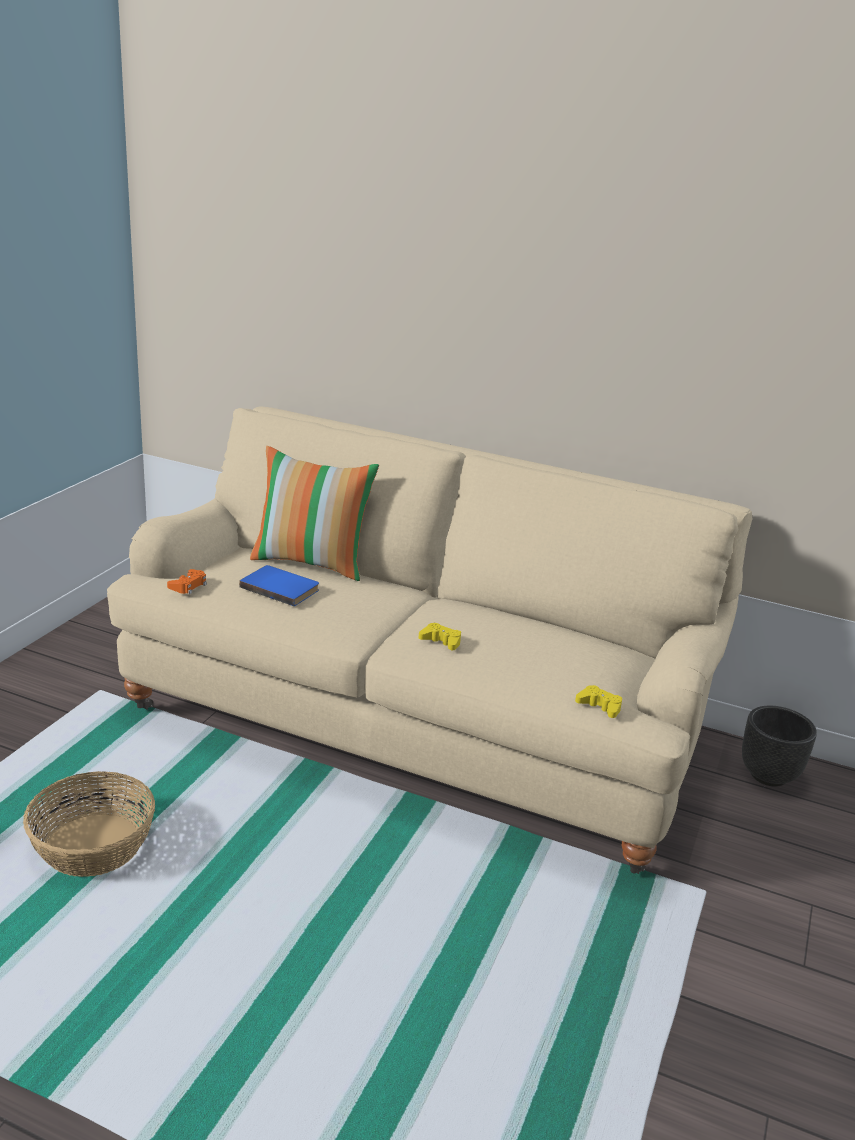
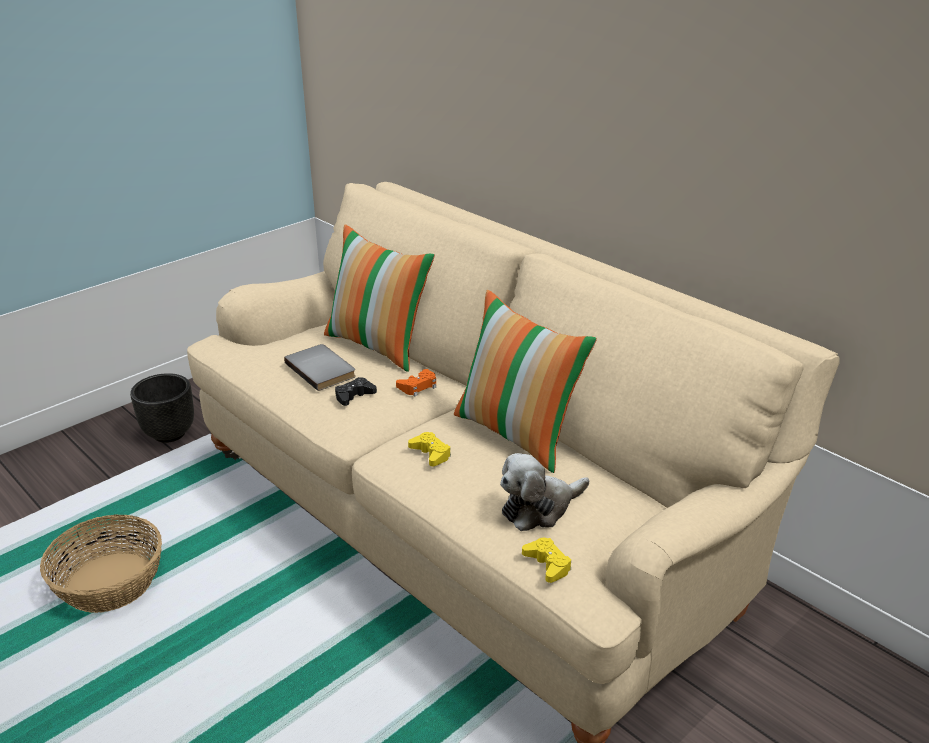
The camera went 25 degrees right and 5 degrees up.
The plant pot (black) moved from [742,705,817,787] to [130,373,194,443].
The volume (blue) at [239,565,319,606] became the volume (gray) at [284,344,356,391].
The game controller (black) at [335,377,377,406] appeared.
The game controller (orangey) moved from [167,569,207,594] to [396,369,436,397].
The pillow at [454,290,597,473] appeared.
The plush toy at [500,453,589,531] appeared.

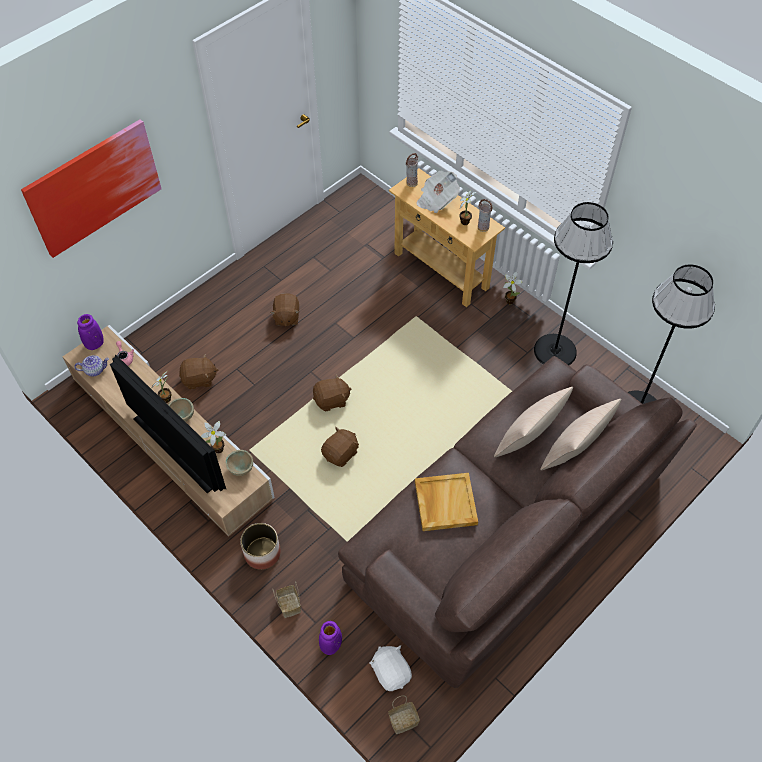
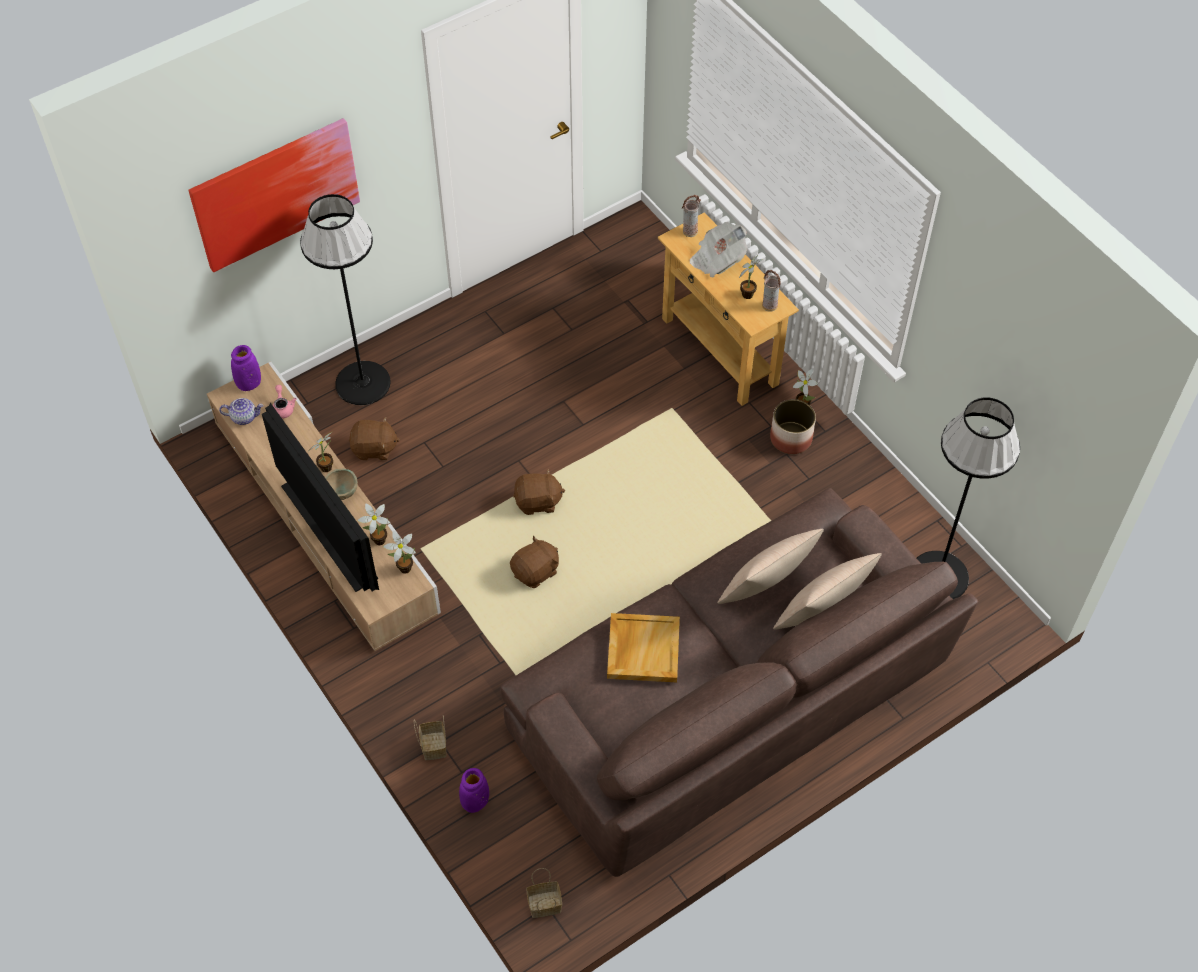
The camera went 10 degrees right and 0 degrees up.
The standard lamp (black) moved from [534,202,613,365] to [300,194,391,405].
The deep dish (beige) at [226,450,253,476] was replaced by the potted plant at [383,531,416,574].
The plant pot moved from [240,523,281,570] to [770,399,816,454].
The plush toy (brown) at [271,293,299,326] disappeared.
The plush toy (whitish) at [369,645,412,691] disappeared.

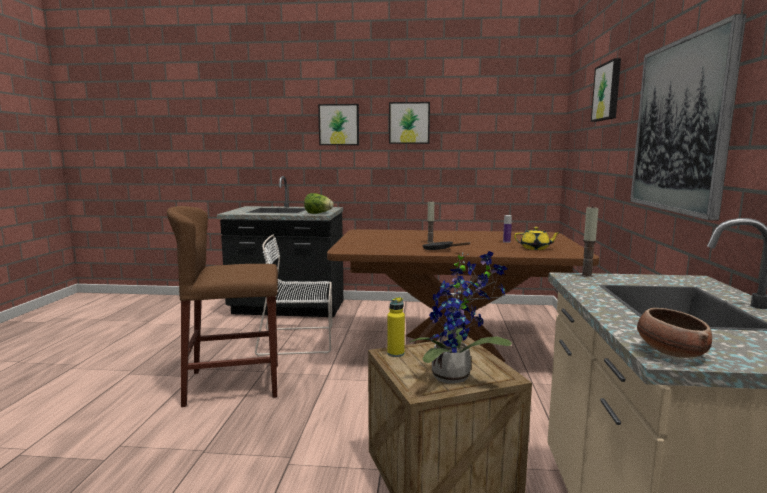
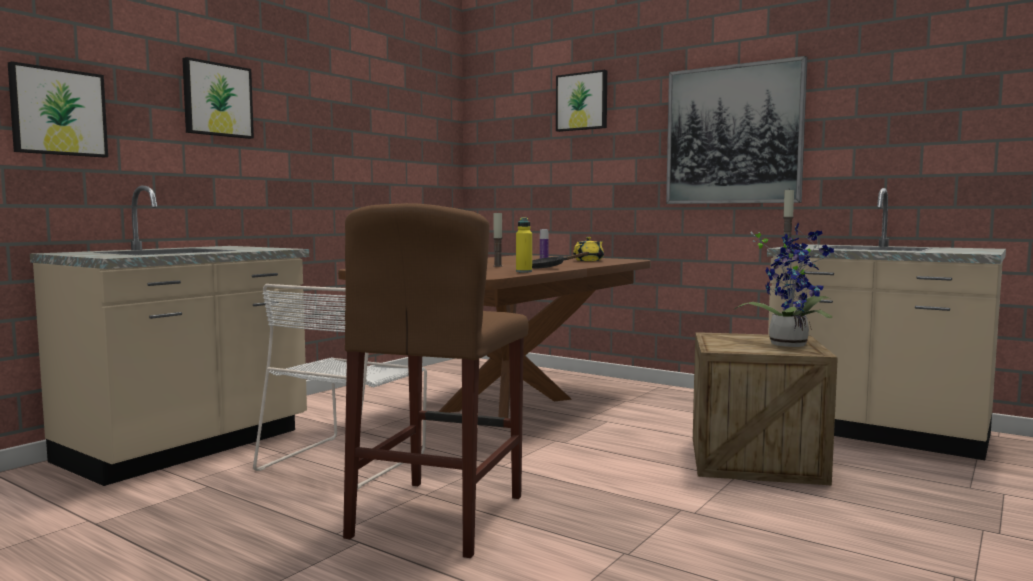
The camera went 60 degrees left and 5 degrees down.
The picture moved from [389,102,430,144] to [8,61,108,157].
The kitchen counter (black) at [217,176,343,317] became the kitchen counter (beige) at [30,186,309,486].
The drink bottle (yellowish) moved from [387,297,405,357] to [516,217,532,272].
The head of lettuce at [304,193,334,214] disappeared.
The deep dish at [637,308,712,358] disappeared.

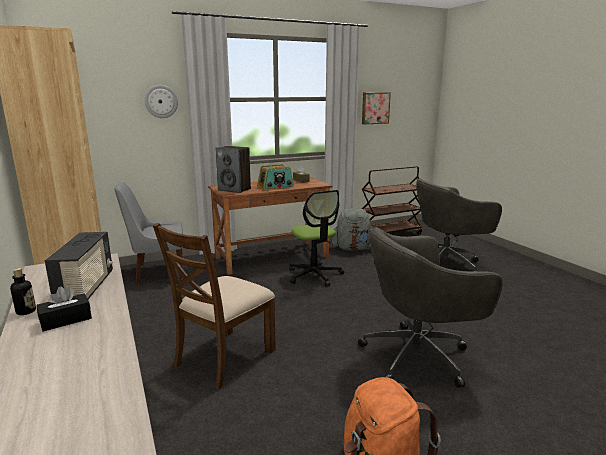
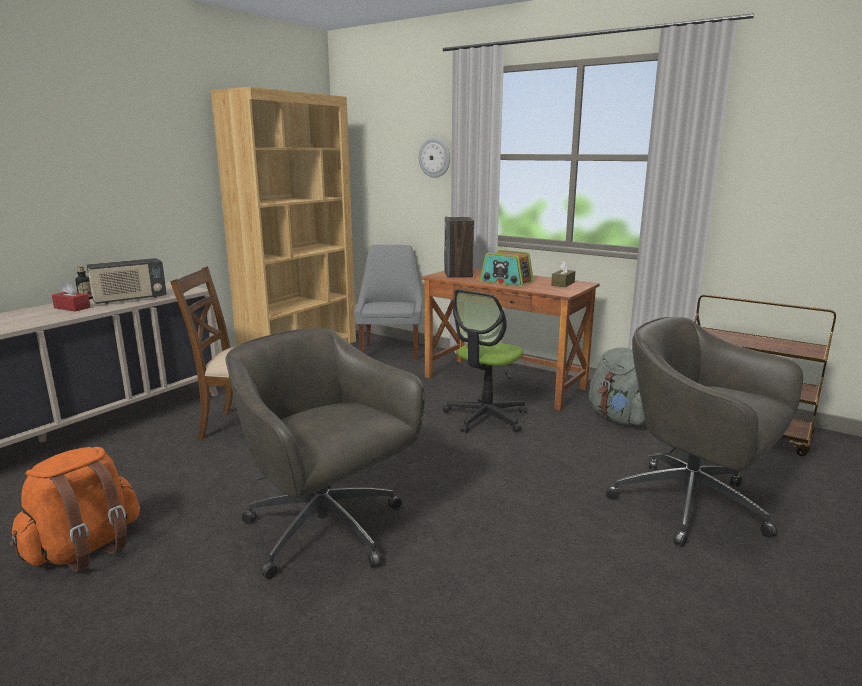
The camera went 60 degrees right and 0 degrees up.
The tissue box (black) at [36,287,92,332] became the tissue box (reddish) at [52,281,91,312].
The chair (gray) at [114,182,183,284] turned 45 degrees clockwise.
The picture at [362,92,391,124] disappeared.

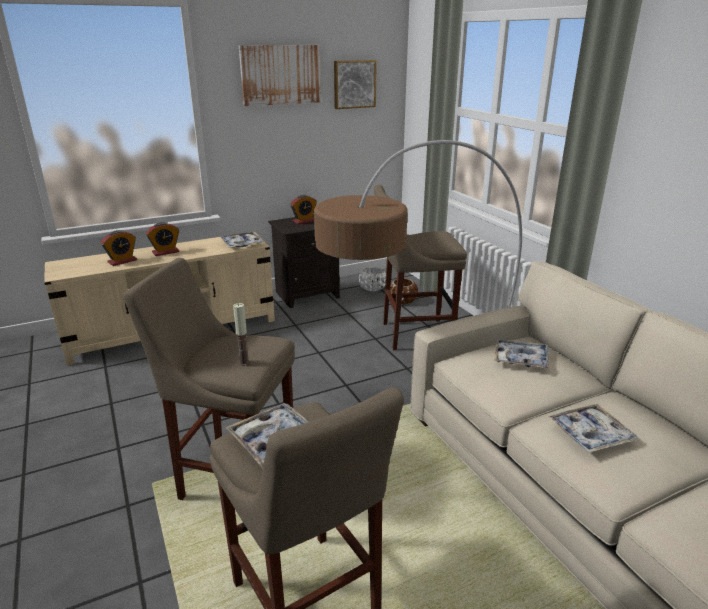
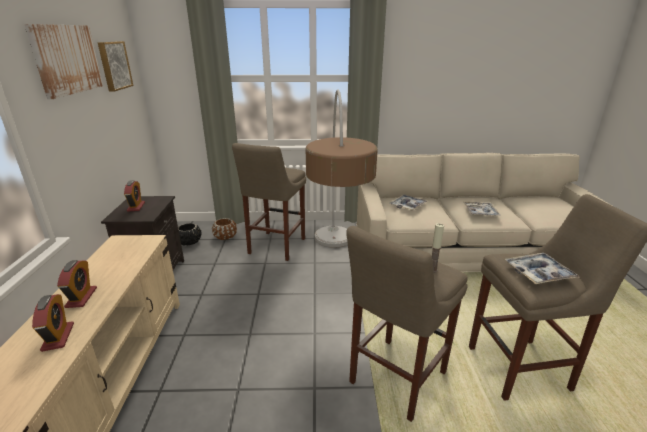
The camera went 65 degrees left and 0 degrees up.
The plant pot (whitish) at [359,267,386,291] became the plant pot (black) at [178,223,202,246].
The carrying tray at [221,232,264,247] disappeared.

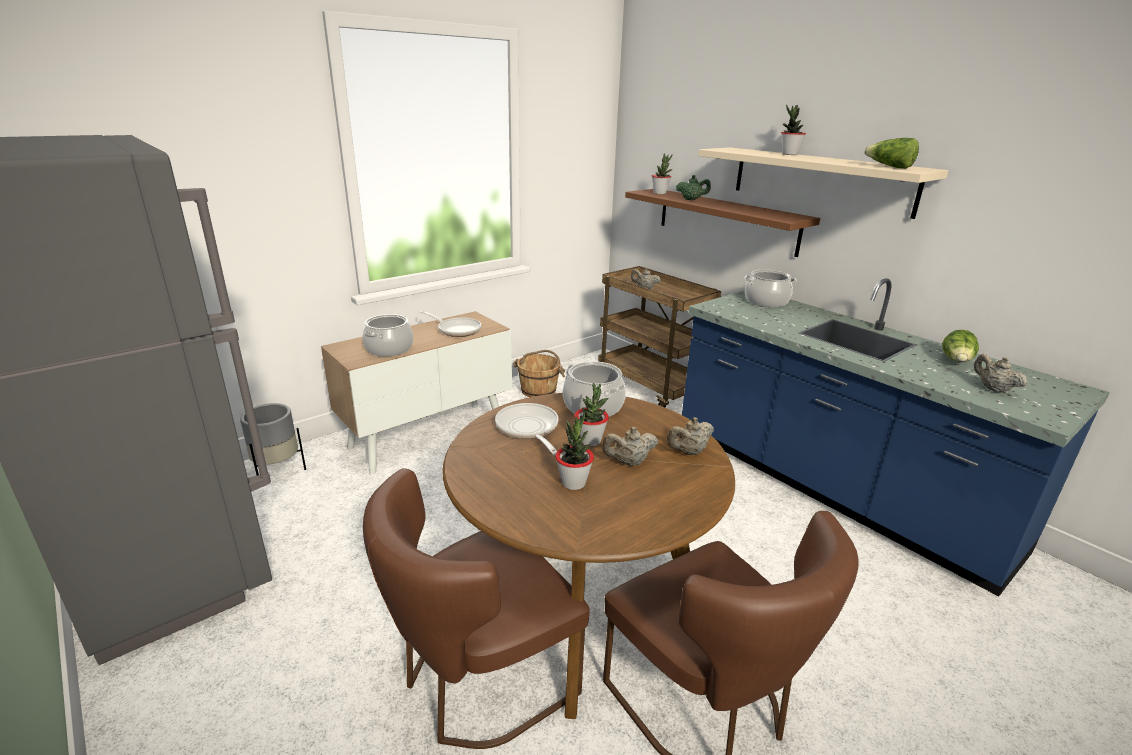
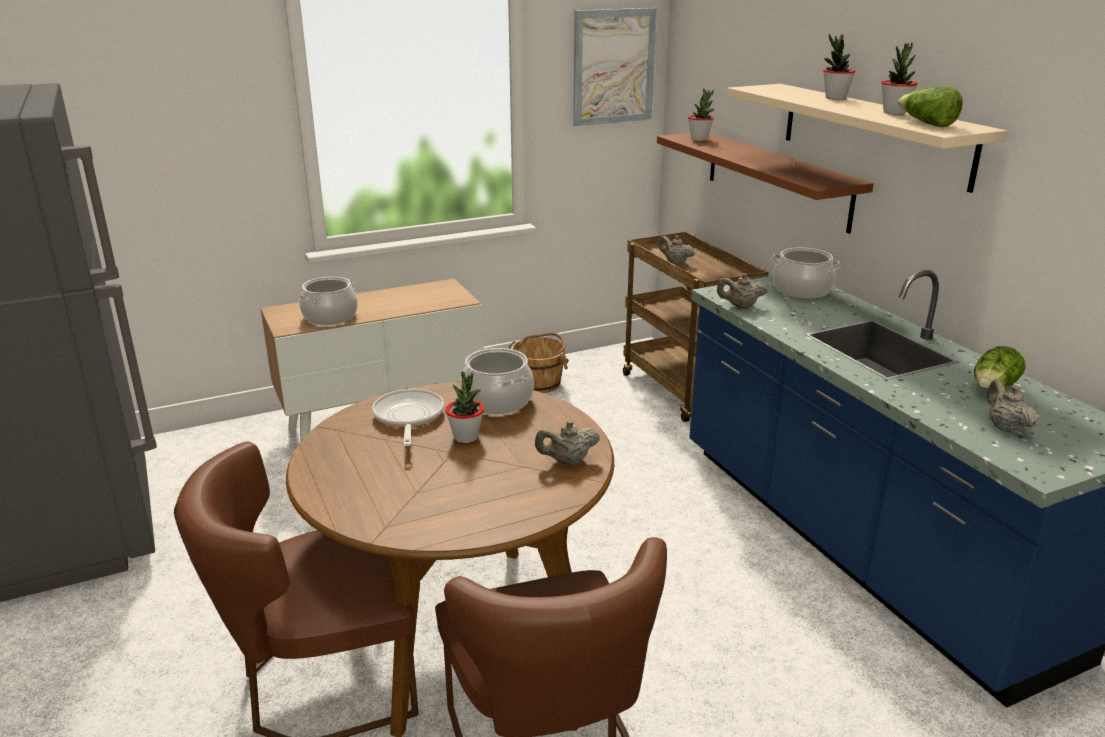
The camera went 15 degrees right and 0 degrees up.
The picture at [573,8,657,126] appeared.
The pot for tea (beige) moved from [602,427,658,466] to [717,273,768,309].
The potted plant moved from [555,412,594,490] to [881,42,917,115].
The plant pot (gray) at [240,403,306,475] disappeared.
The pan at [419,311,481,337] disappeared.
The pot for tea (greenish) at [676,175,711,200] disappeared.

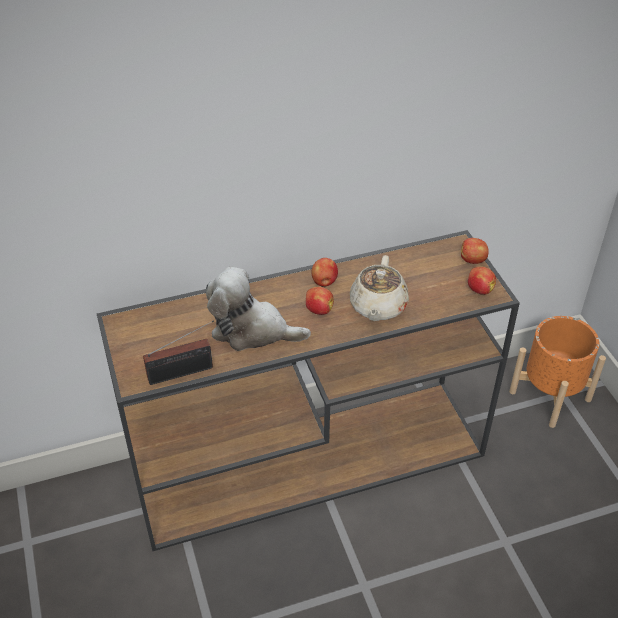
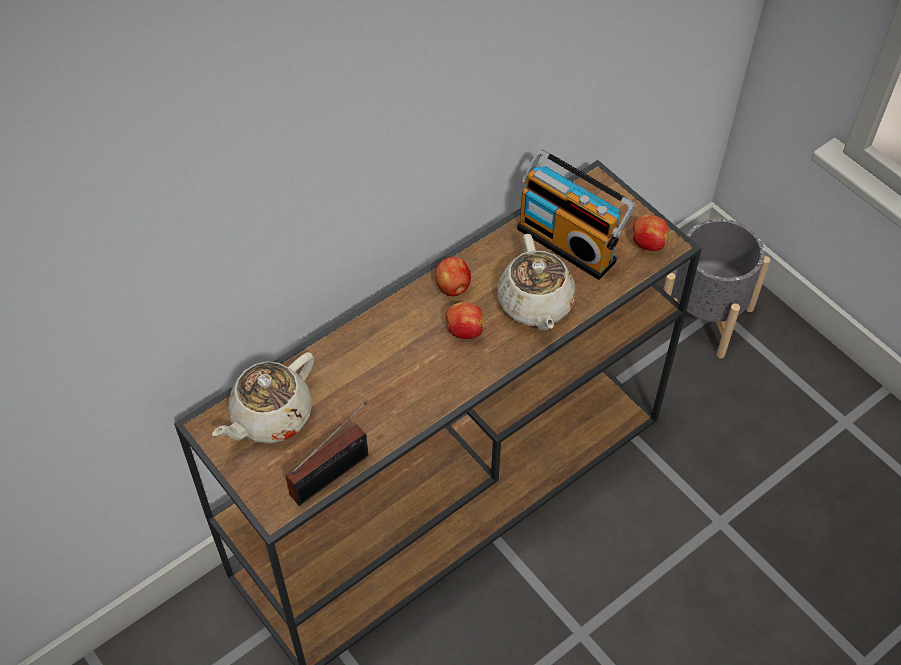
The camera went 20 degrees left and 10 degrees up.
The pot for tea (beige) at [212,352,314,443] appeared.
The radio receiver at [517,149,636,280] appeared.
The plant pot (orangey) at [509,316,606,428] became the plant pot (gray) at [663,219,770,359].
The plush toy at [206,267,311,351] disappeared.
The apple fruit at [461,238,489,264] disappeared.

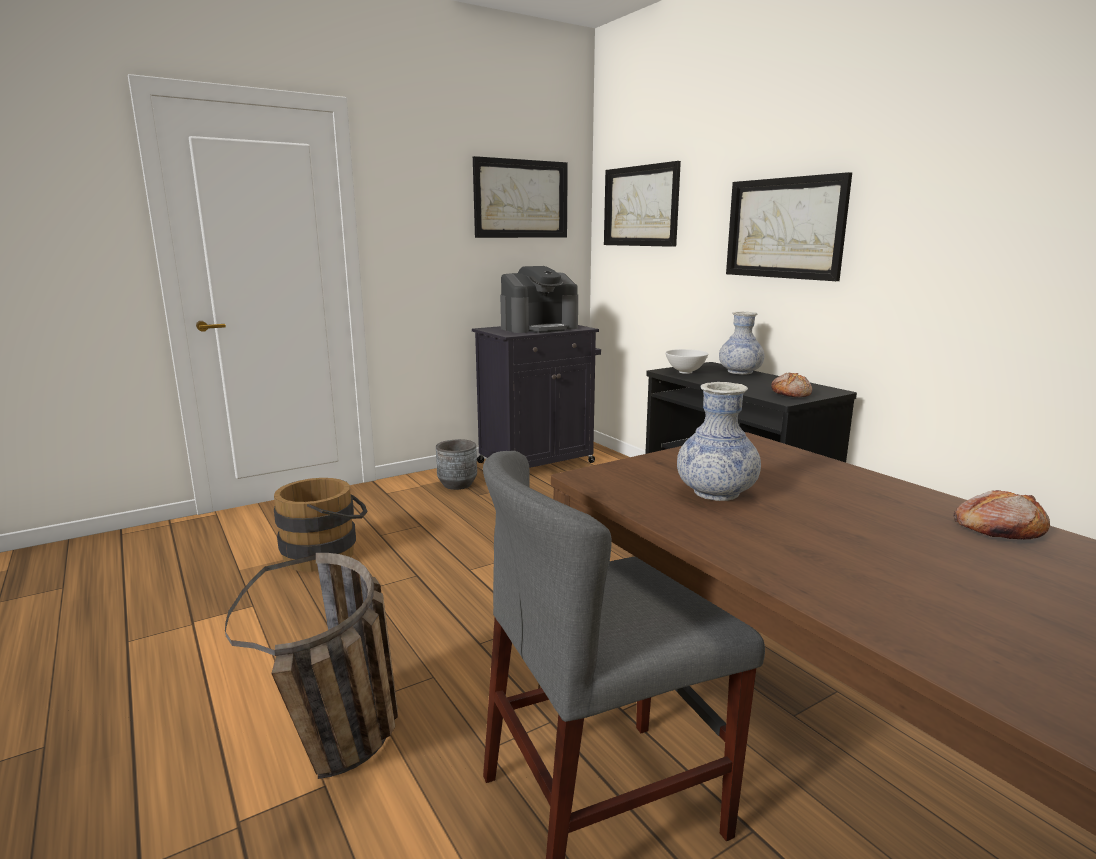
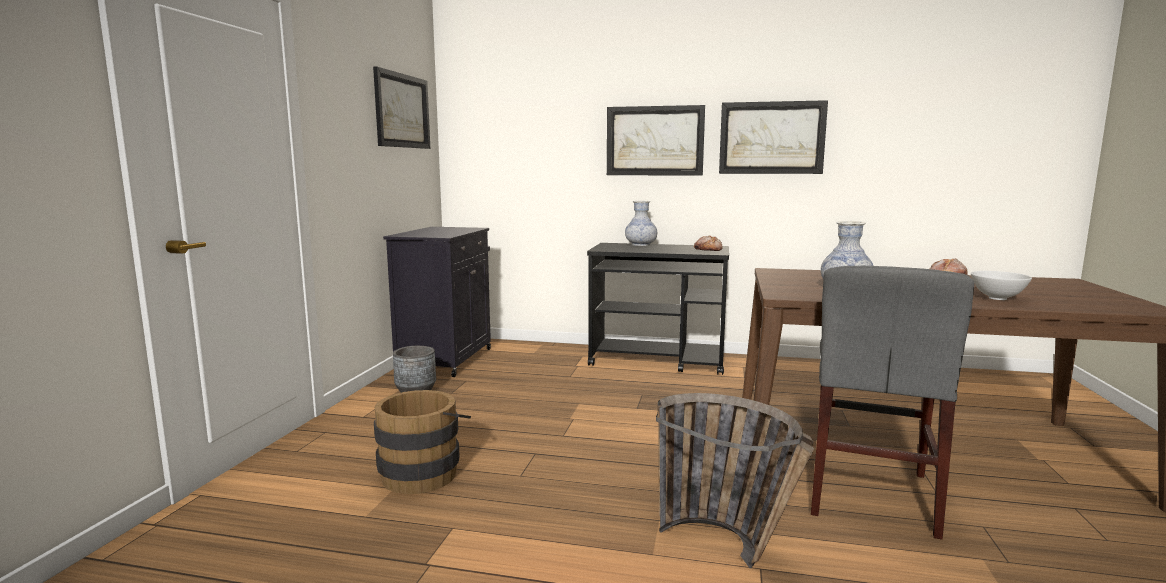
The camera went 45 degrees left and 5 degrees down.
The picture moved from [604,161,681,247] to [719,100,828,174].
The deep dish (whitish) moved from [665,349,709,374] to [971,271,1032,300].
The coffee brewer at [500,266,578,333] disappeared.

